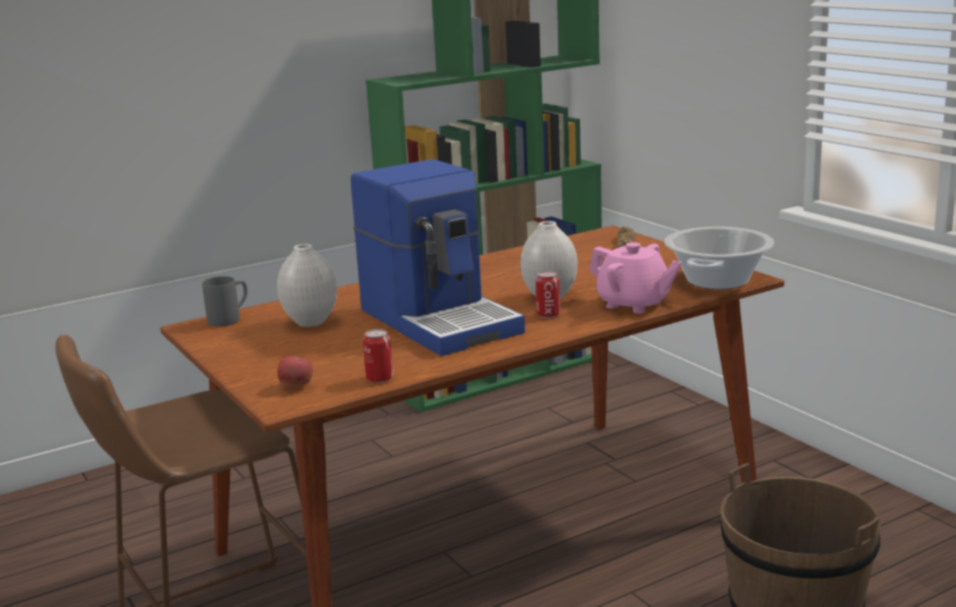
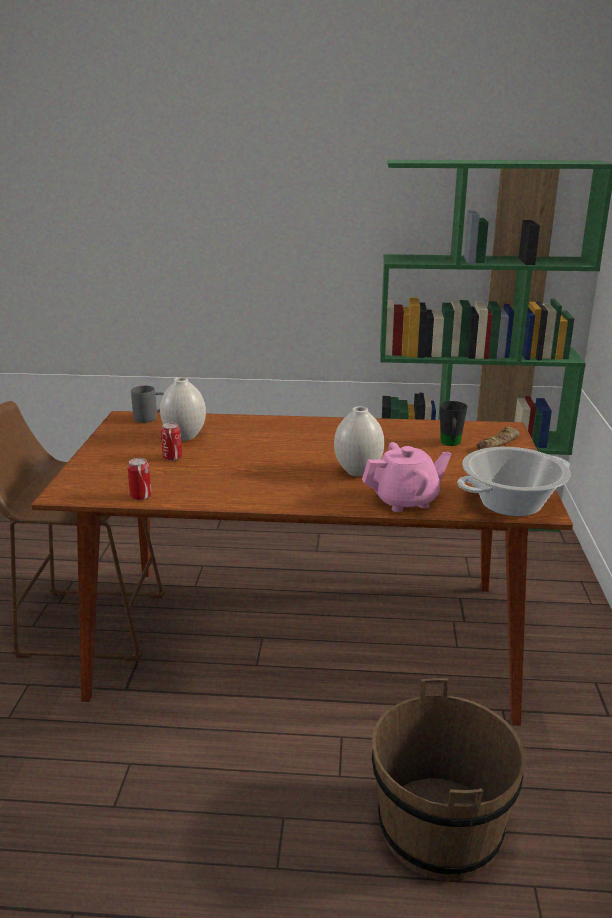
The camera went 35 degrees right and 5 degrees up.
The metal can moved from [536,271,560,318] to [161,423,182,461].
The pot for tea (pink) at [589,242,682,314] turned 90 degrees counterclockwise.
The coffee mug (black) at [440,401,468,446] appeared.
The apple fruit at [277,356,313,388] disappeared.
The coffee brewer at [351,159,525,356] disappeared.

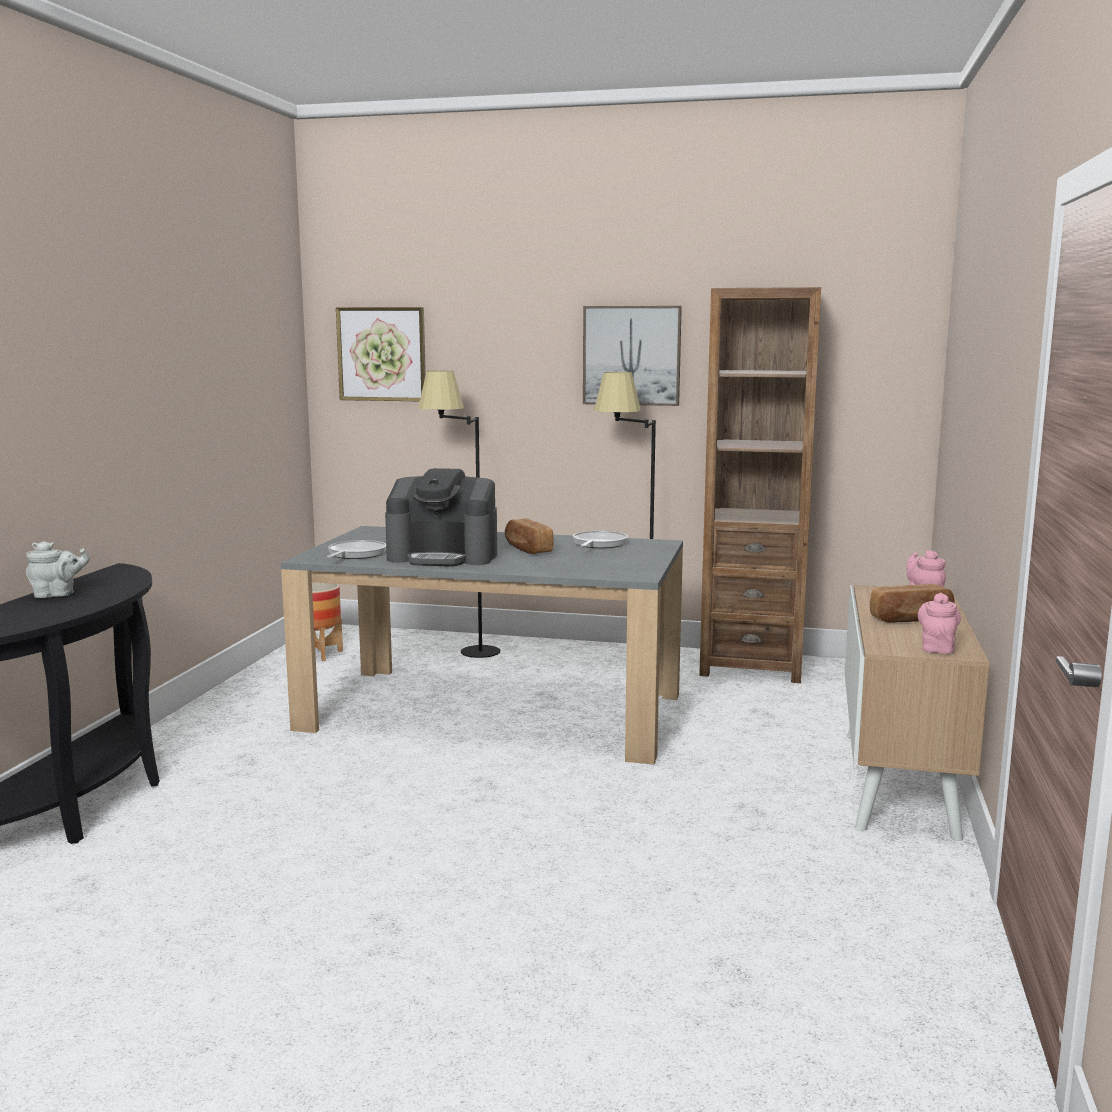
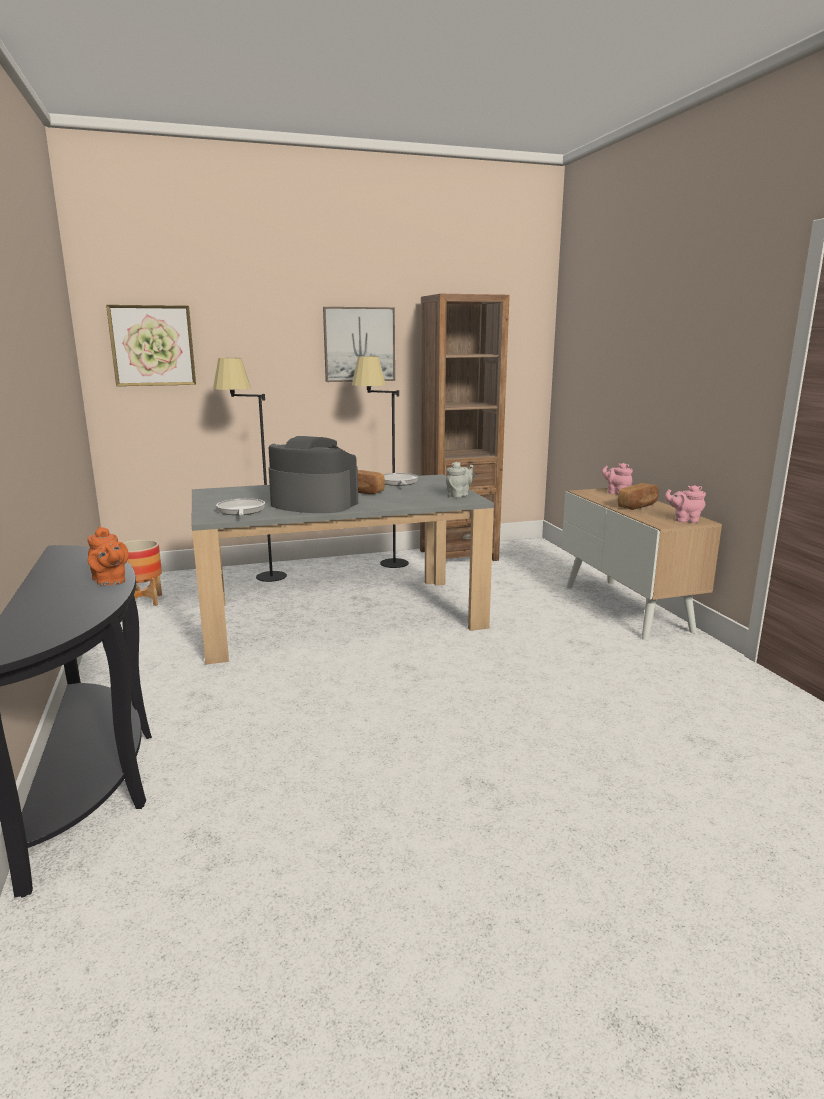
The camera went 30 degrees left and 5 degrees up.
The pot for tea (orangey) at [88,526,129,586] appeared.
The coffee brewer at [385,468,497,566] turned 135 degrees counterclockwise.
The pot for tea (gray) moved from [26,541,90,598] to [446,462,473,498].
The pot for tea (pink) at [918,593,961,654] turned 60 degrees counterclockwise.

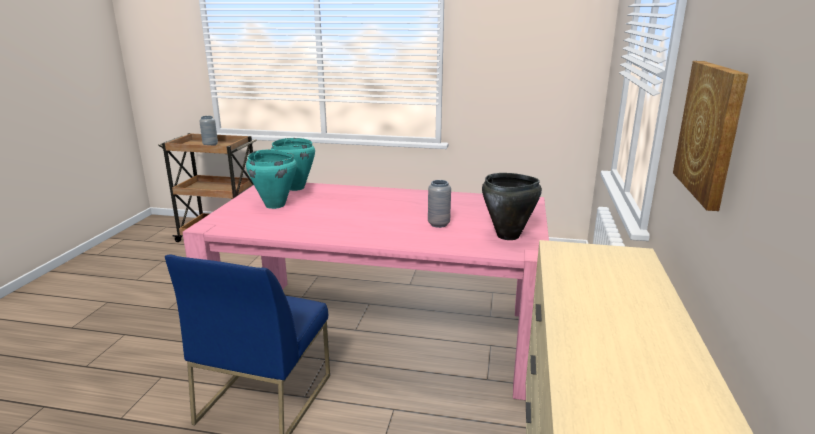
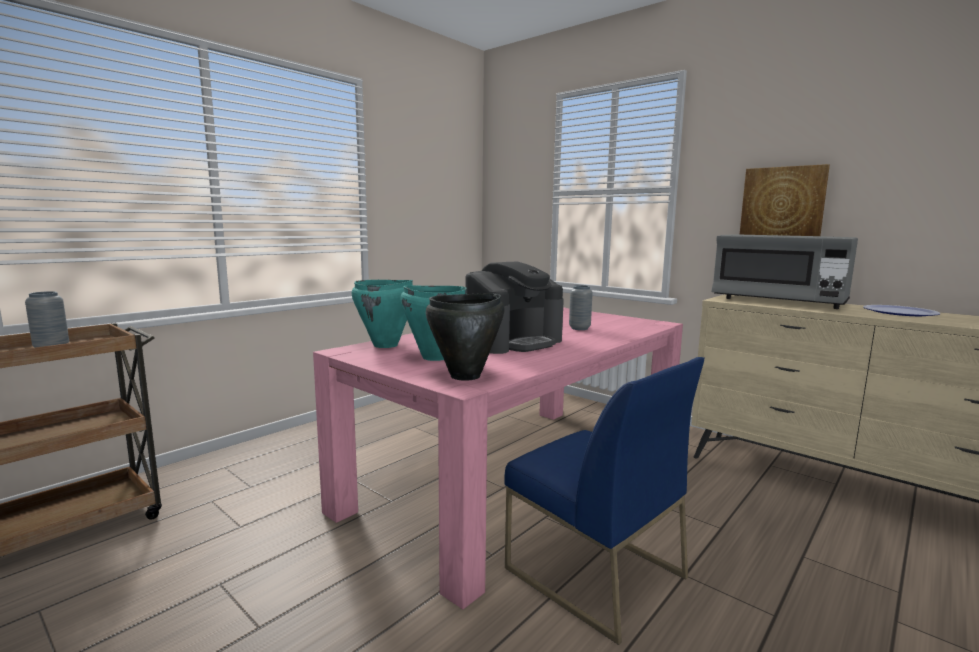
The camera went 60 degrees left and 10 degrees down.
The cooking pot (black) moved from [482,173,542,240] to [426,293,505,381].
The coffee brewer at [465,262,564,354] appeared.
The microwave oven (gray) at [711,234,858,309] appeared.
The dinner plate at [863,305,940,316] appeared.

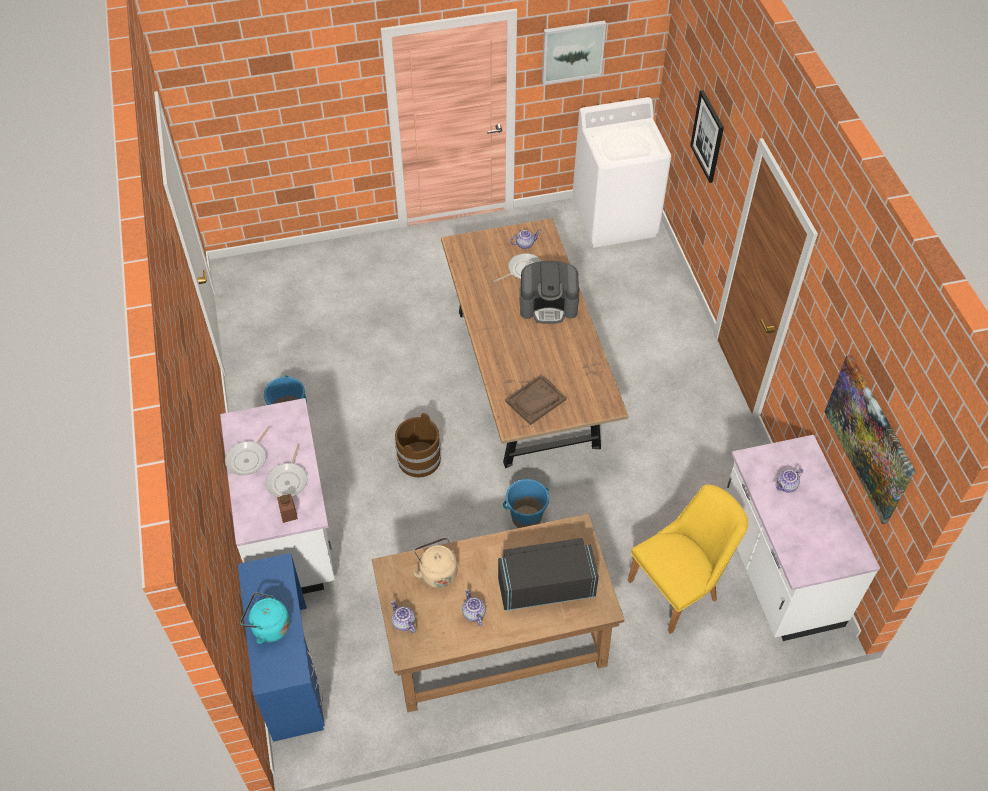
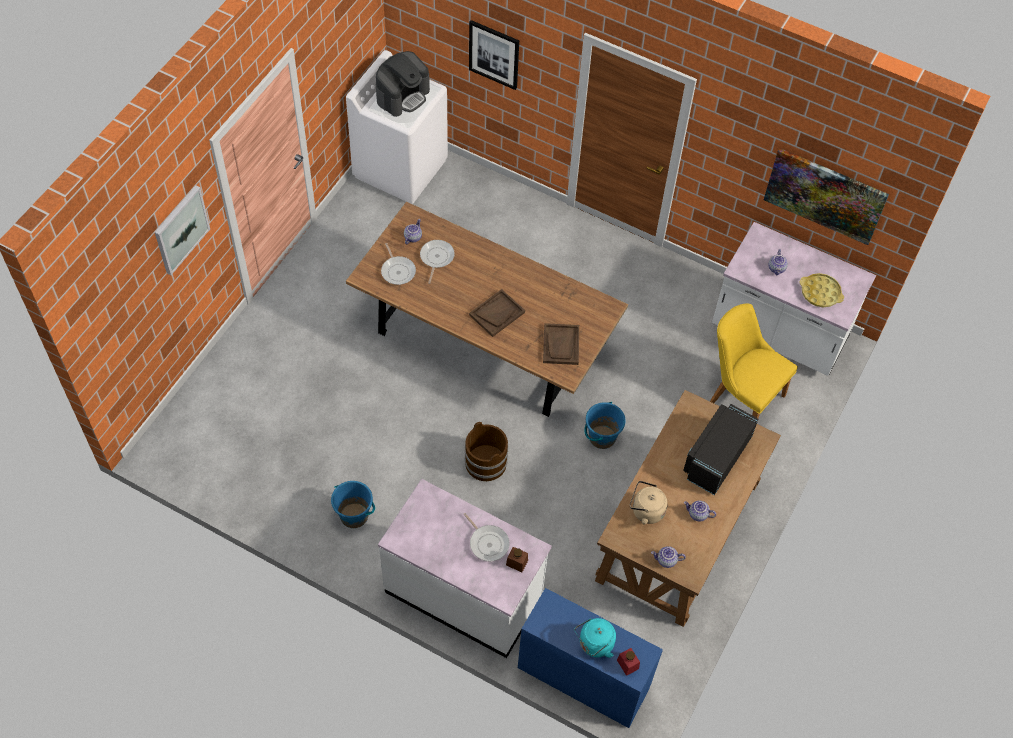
The camera went 50 degrees left and 5 degrees up.
The picture moved from [542,21,606,84] to [155,185,210,275].
The coffee brewer moved from [520,261,579,324] to [376,51,430,117].
The pan moved from [225,426,270,476] to [381,243,416,285].
The carrying tray (brown) at [469,289,525,337] appeared.
The preserve jar (reddish) at [617,648,640,676] appeared.
The chair (yellowish) at [628,484,748,634] turned 60 degrees counterclockwise.
The carrying tray (yellowish) at [799,273,844,307] appeared.

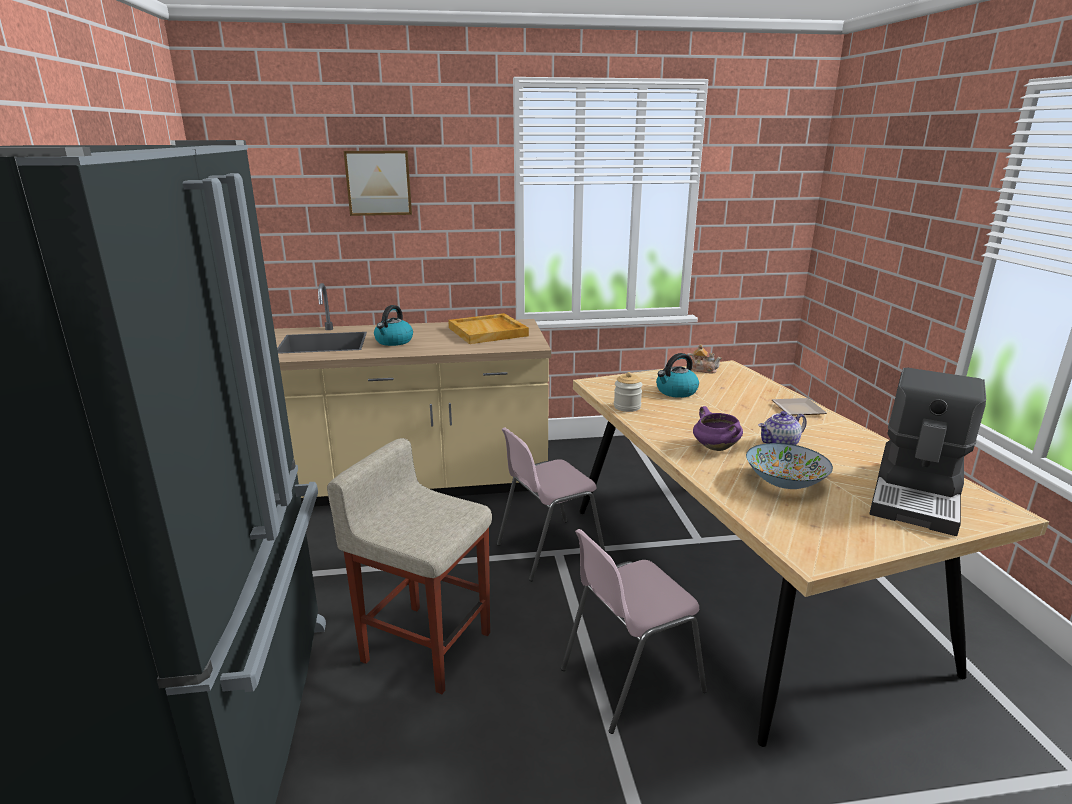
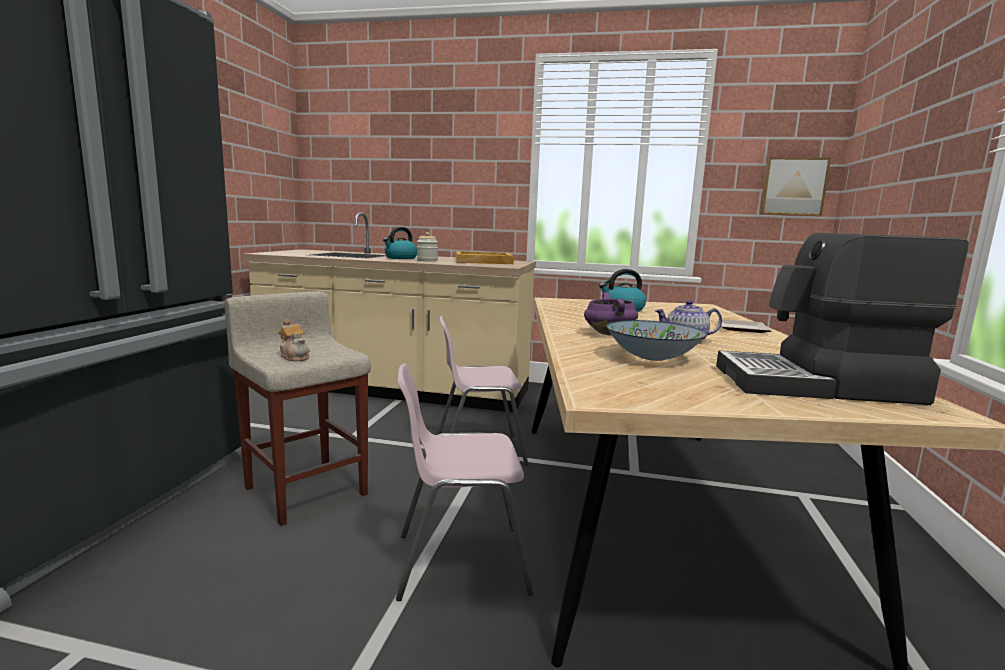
The camera went 20 degrees right and 10 degrees down.
The pot for tea moved from [687,344,722,373] to [278,319,310,362].
The preserve jar moved from [614,372,643,412] to [417,232,438,262].
The coffee brewer at [869,368,986,536] turned 45 degrees clockwise.
The picture moved from [344,151,412,216] to [760,157,831,216].

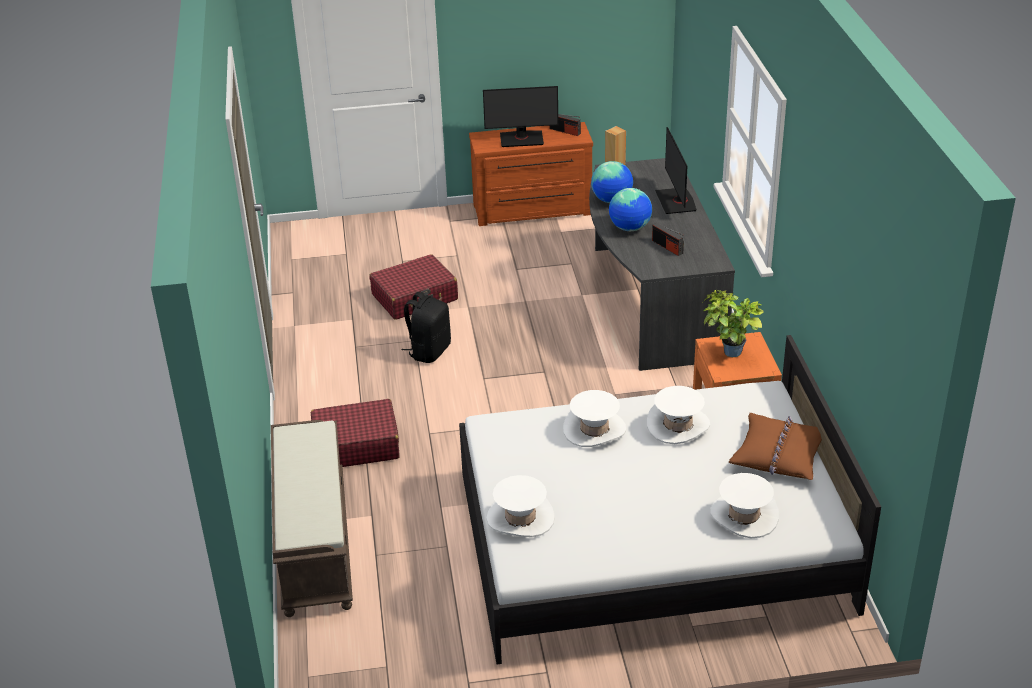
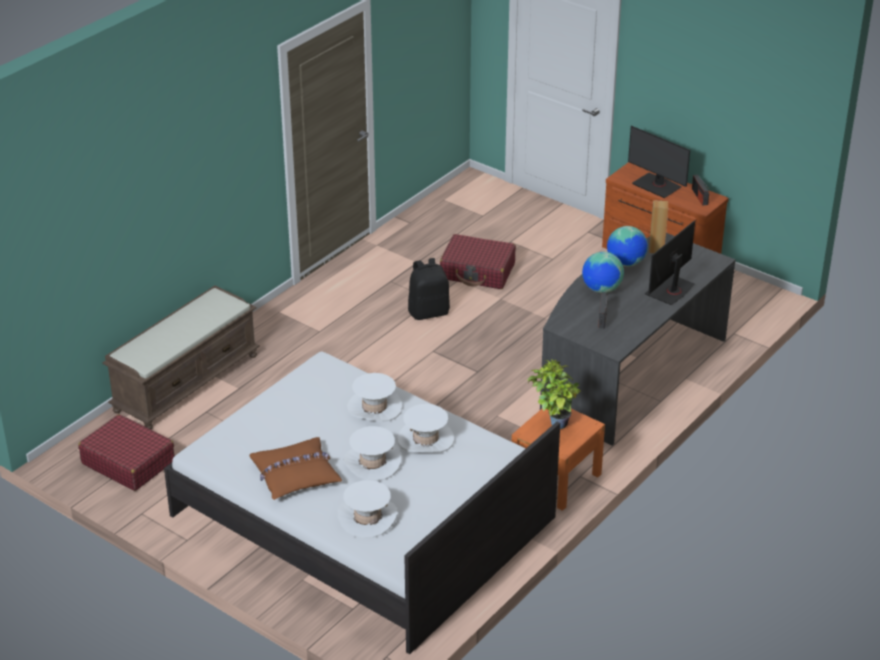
The camera went 45 degrees right and 0 degrees up.
The piece of luggage (reddish) moved from [311,399,400,467] to [78,414,175,491].
The pillow (brown) moved from [729,413,822,480] to [250,437,342,500].
The hat (whitish) moved from [486,475,555,537] to [344,426,402,481].

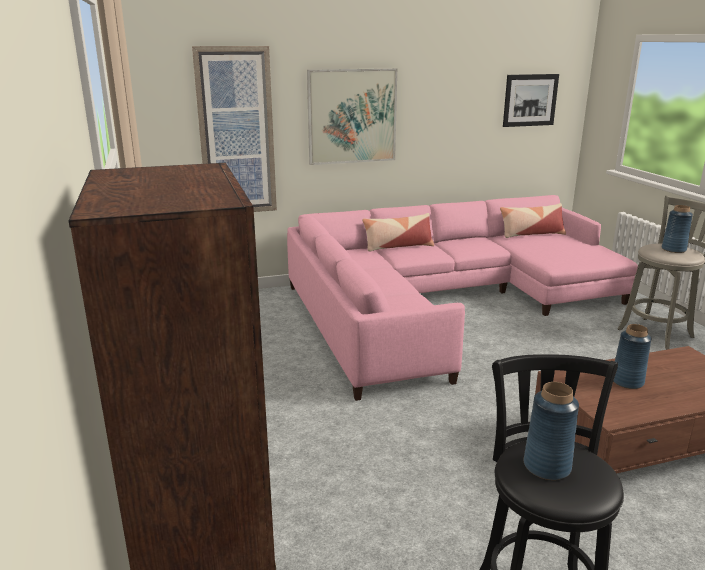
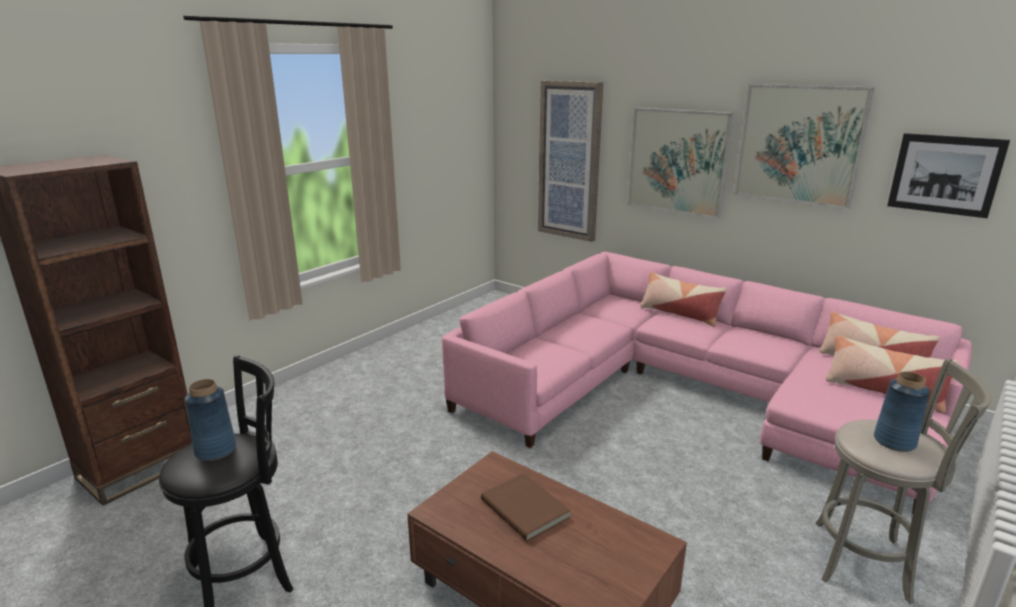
The camera went 55 degrees right and 0 degrees up.
The decorative vase (blue) at [613,324,652,389] was replaced by the volume (brown) at [481,473,571,542].
The picture at [734,84,875,209] appeared.
The pillow at [826,335,958,413] appeared.

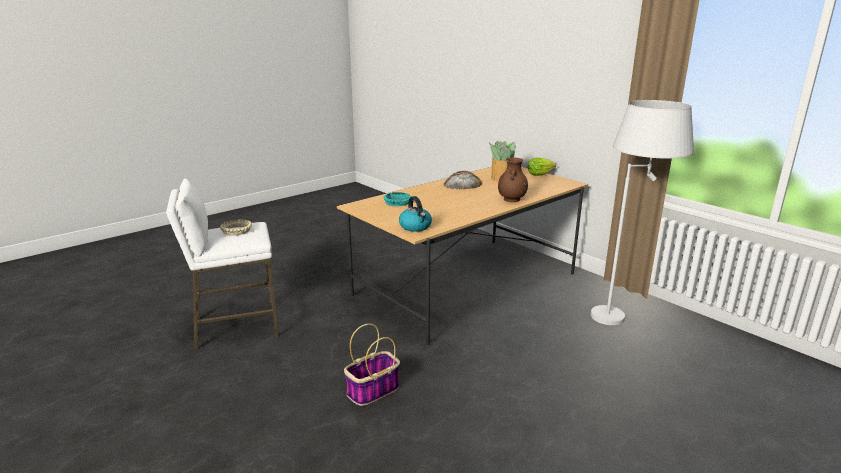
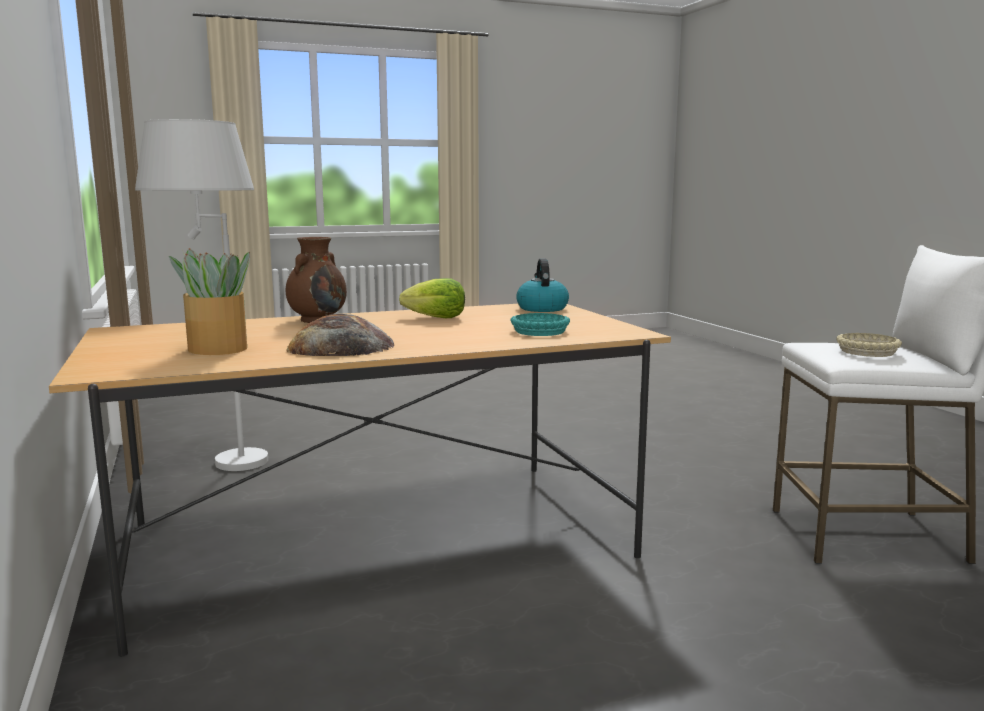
The camera went 160 degrees left and 10 degrees down.
The head of lettuce moved from [528,158,556,176] to [399,278,465,318].
The storage basket at [344,324,400,406] disappeared.

